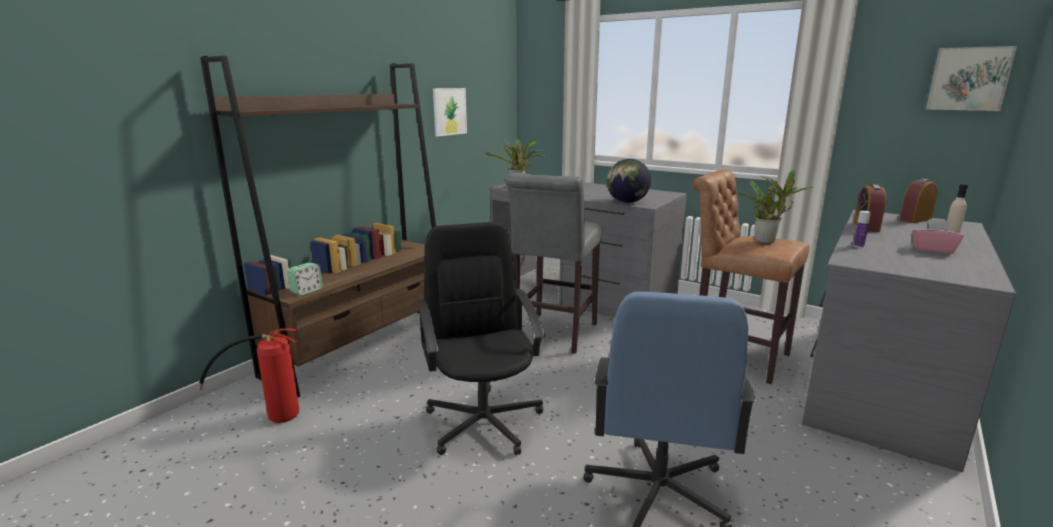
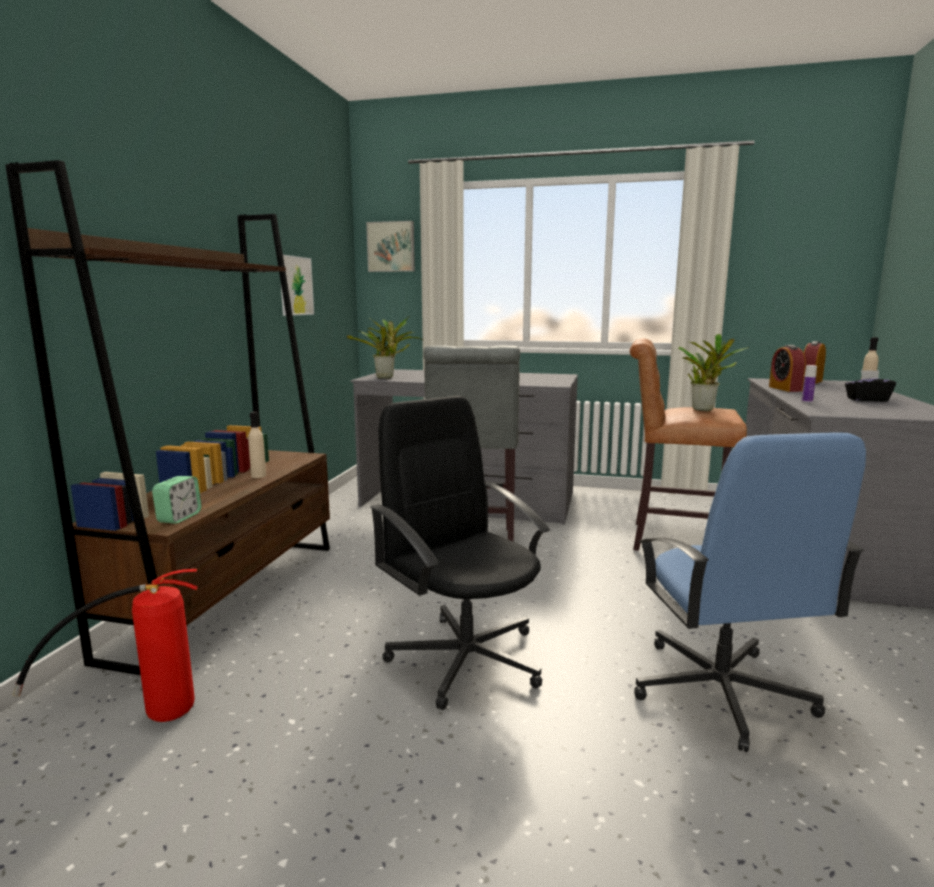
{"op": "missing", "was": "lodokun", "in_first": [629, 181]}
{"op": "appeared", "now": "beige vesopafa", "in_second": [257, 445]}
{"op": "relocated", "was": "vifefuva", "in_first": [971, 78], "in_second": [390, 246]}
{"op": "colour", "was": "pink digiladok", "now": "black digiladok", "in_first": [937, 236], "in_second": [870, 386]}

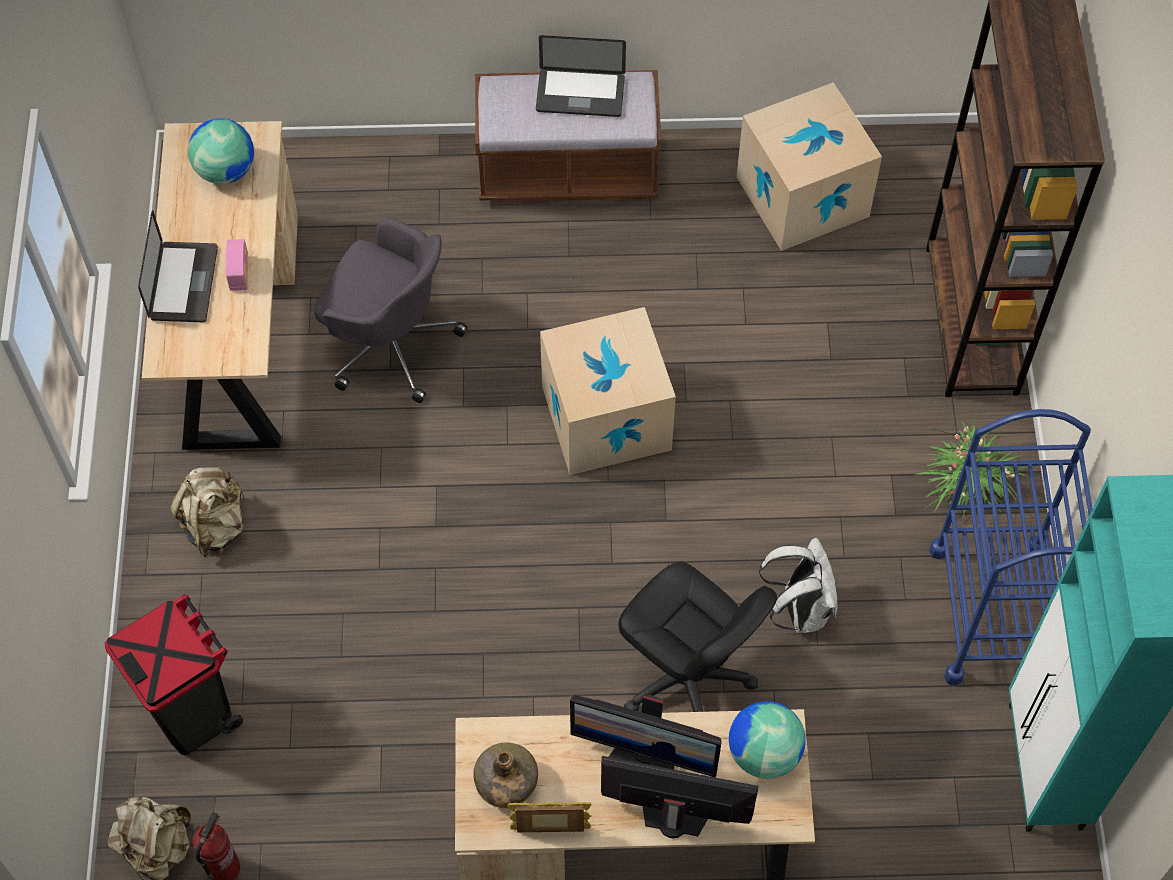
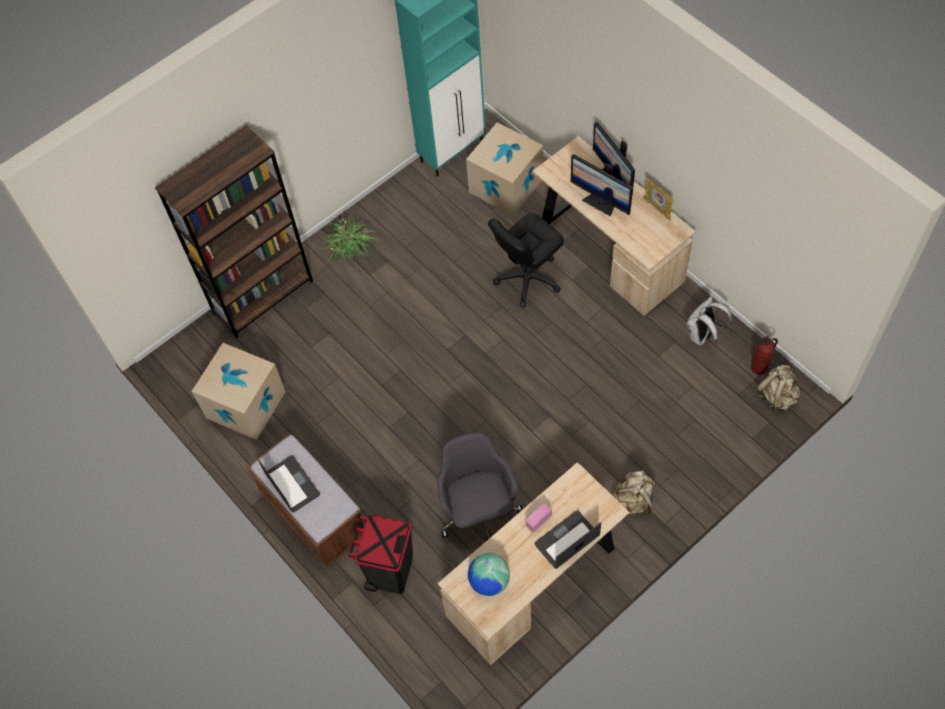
{"op": "missing", "was": "green vesopafa", "in_first": [505, 775]}
{"op": "missing", "was": "lodokun", "in_first": [767, 740]}
{"op": "missing", "was": "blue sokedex", "in_first": [1010, 547]}
{"op": "relocated", "was": "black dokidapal", "in_first": [173, 674], "in_second": [380, 554]}
{"op": "relocated", "was": "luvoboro", "in_first": [608, 391], "in_second": [504, 169]}
{"op": "relocated", "was": "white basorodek", "in_first": [798, 585], "in_second": [709, 322]}
{"op": "spun", "was": "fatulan", "in_first": [646, 736], "in_second": [602, 185], "clockwise": 150}
{"op": "spun", "was": "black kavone", "in_first": [697, 636], "in_second": [526, 260], "clockwise": -135}

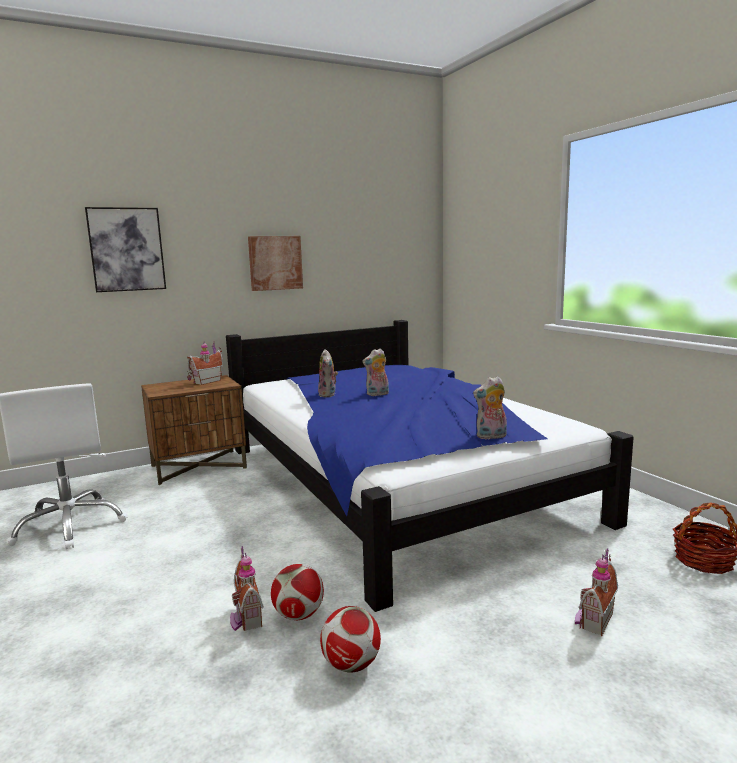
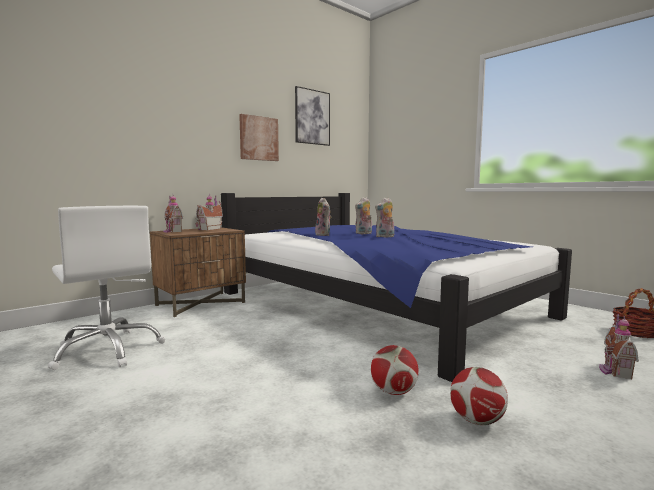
{"op": "relocated", "was": "vifefuva", "in_first": [125, 249], "in_second": [312, 116]}
{"op": "relocated", "was": "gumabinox", "in_first": [247, 588], "in_second": [173, 214]}
{"op": "relocated", "was": "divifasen", "in_first": [490, 408], "in_second": [384, 217]}

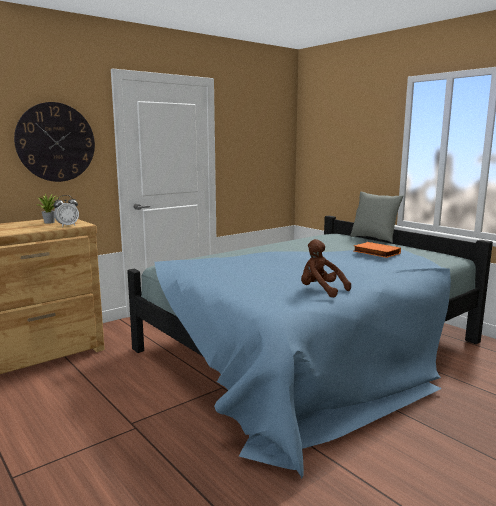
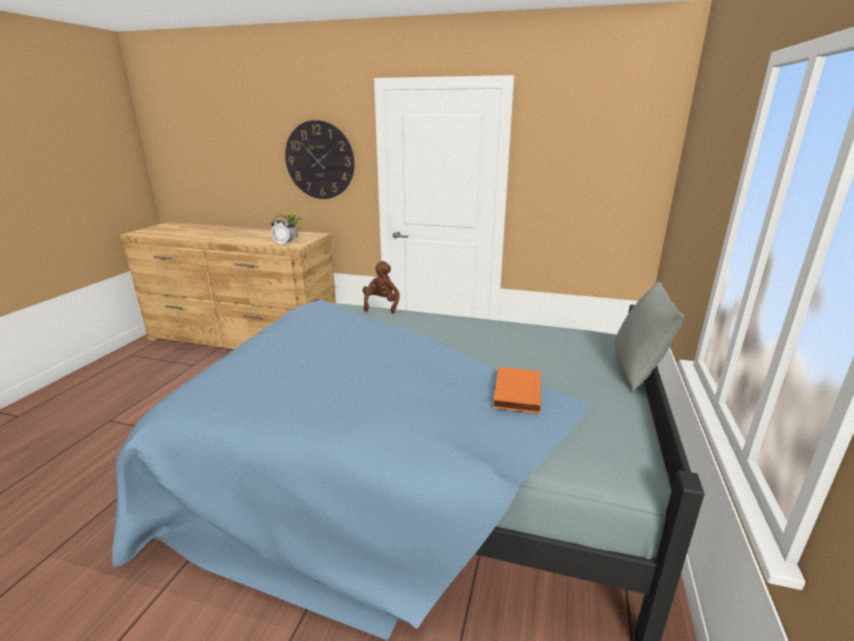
{"op": "relocated", "was": "brown divifasen", "in_first": [326, 268], "in_second": [381, 287]}

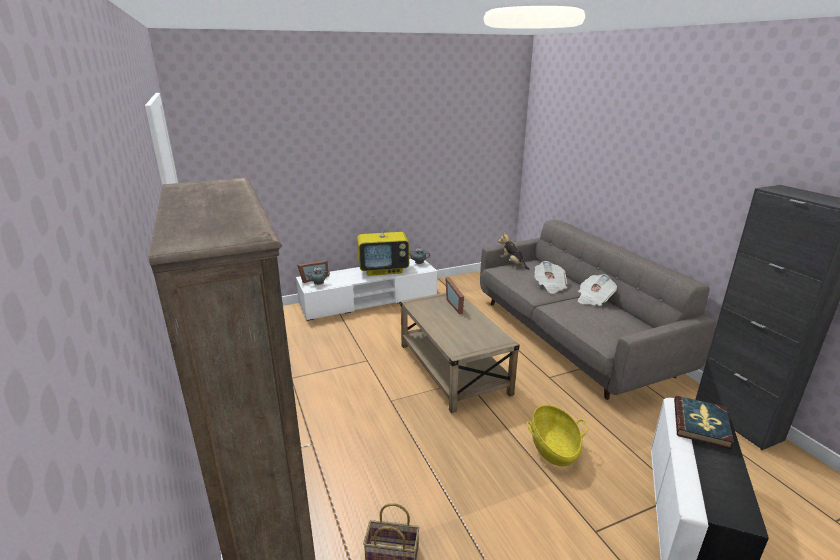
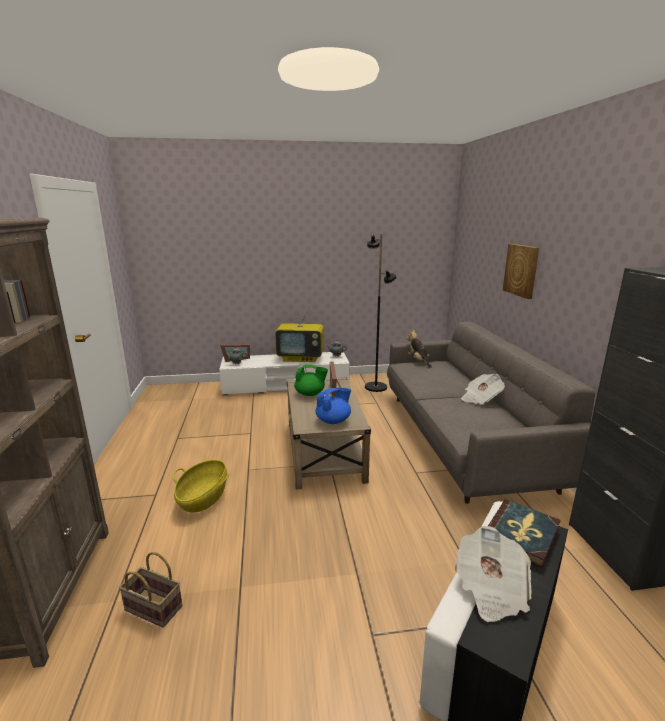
{"op": "appeared", "now": "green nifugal", "in_second": [311, 380]}
{"op": "appeared", "now": "blue nifugal", "in_second": [333, 406]}
{"op": "appeared", "now": "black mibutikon", "in_second": [381, 313]}
{"op": "appeared", "now": "vifefuva", "in_second": [521, 271]}
{"op": "relocated", "was": "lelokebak", "in_first": [557, 435], "in_second": [201, 485]}
{"op": "relocated", "was": "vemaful", "in_first": [550, 277], "in_second": [493, 574]}

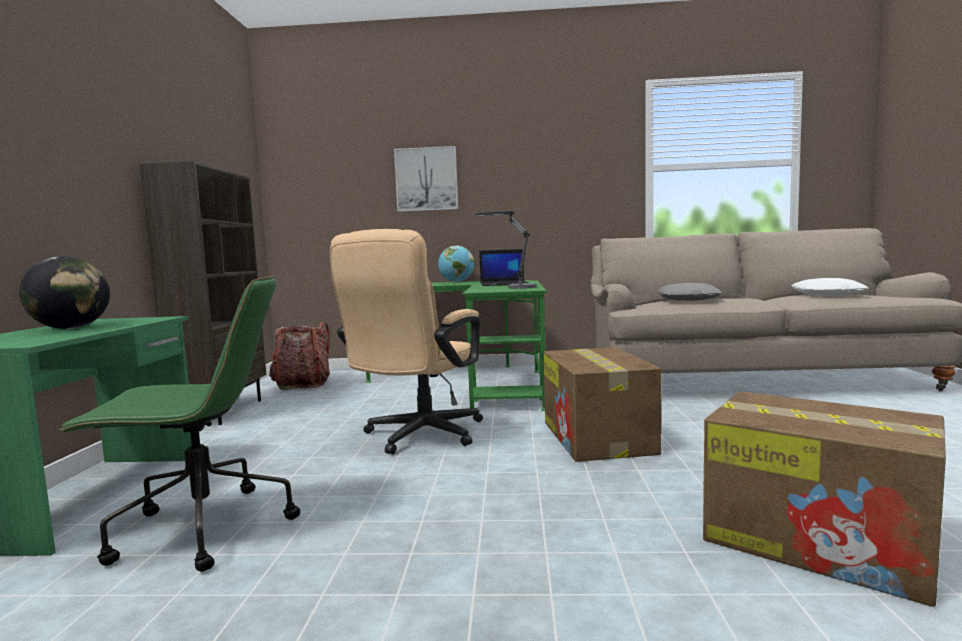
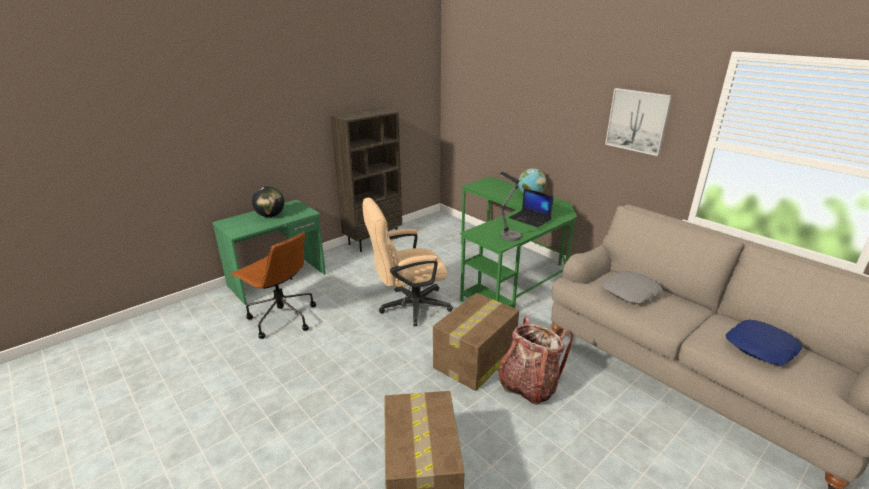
{"op": "relocated", "was": "basorodek", "in_first": [299, 356], "in_second": [535, 360]}
{"op": "relocated", "was": "vifefuva", "in_first": [426, 179], "in_second": [639, 122]}
{"op": "colour", "was": "green kavone", "now": "brown kavone", "in_first": [179, 424], "in_second": [273, 285]}
{"op": "colour", "was": "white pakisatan", "now": "blue pakisatan", "in_first": [830, 287], "in_second": [764, 342]}

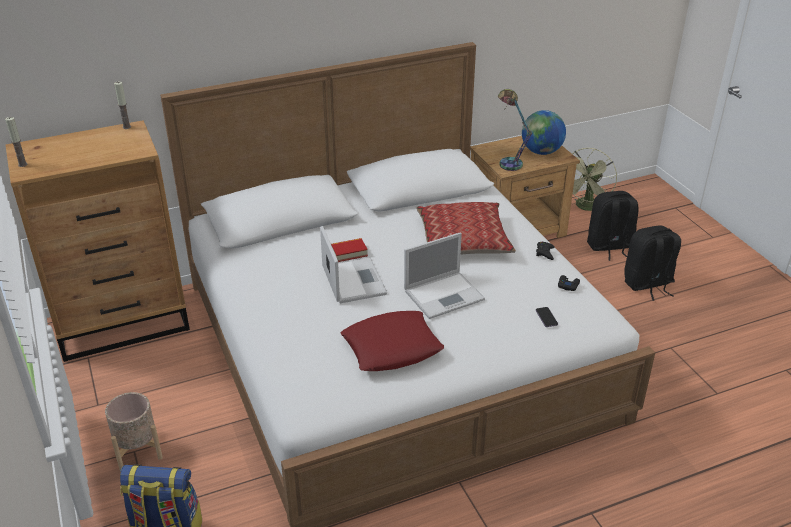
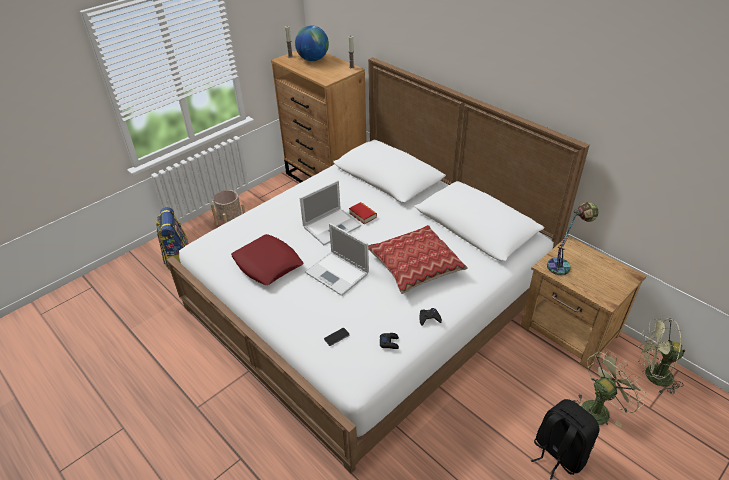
{"op": "relocated", "was": "lodokun", "in_first": [544, 132], "in_second": [312, 43]}
{"op": "exchanged", "was": "black basorodek", "now": "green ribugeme", "in_first": [612, 226], "in_second": [609, 389]}

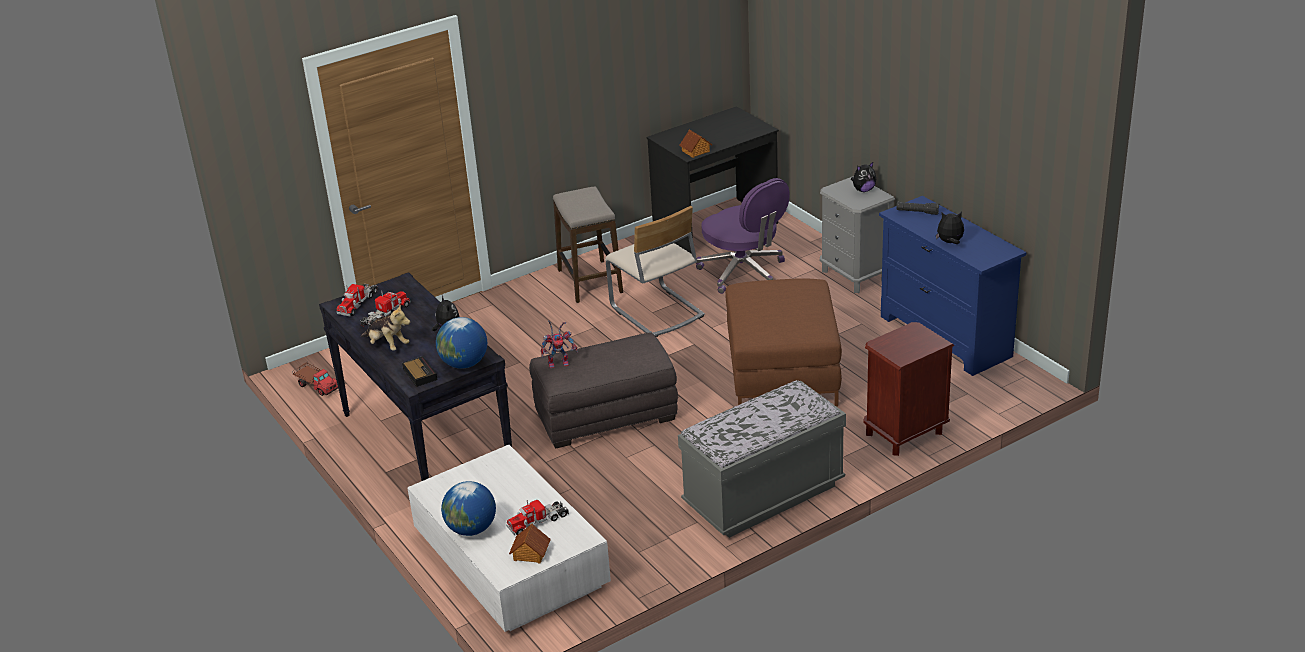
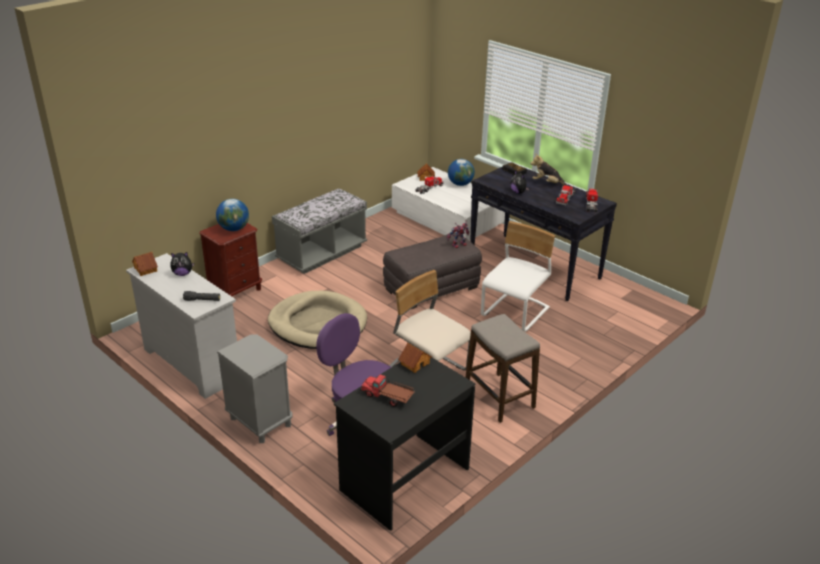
{"op": "missing", "was": "divifasen", "in_first": [863, 177]}
{"op": "appeared", "now": "gumabinox", "in_second": [145, 264]}
{"op": "appeared", "now": "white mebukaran", "in_second": [518, 276]}
{"op": "relocated", "was": "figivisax", "in_first": [315, 379], "in_second": [387, 391]}
{"op": "relocated", "was": "lodokun", "in_first": [461, 343], "in_second": [232, 215]}
{"op": "exchanged", "was": "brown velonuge", "now": "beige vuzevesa", "in_first": [783, 342], "in_second": [317, 320]}
{"op": "colour", "was": "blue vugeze", "now": "white vugeze", "in_first": [952, 286], "in_second": [181, 326]}

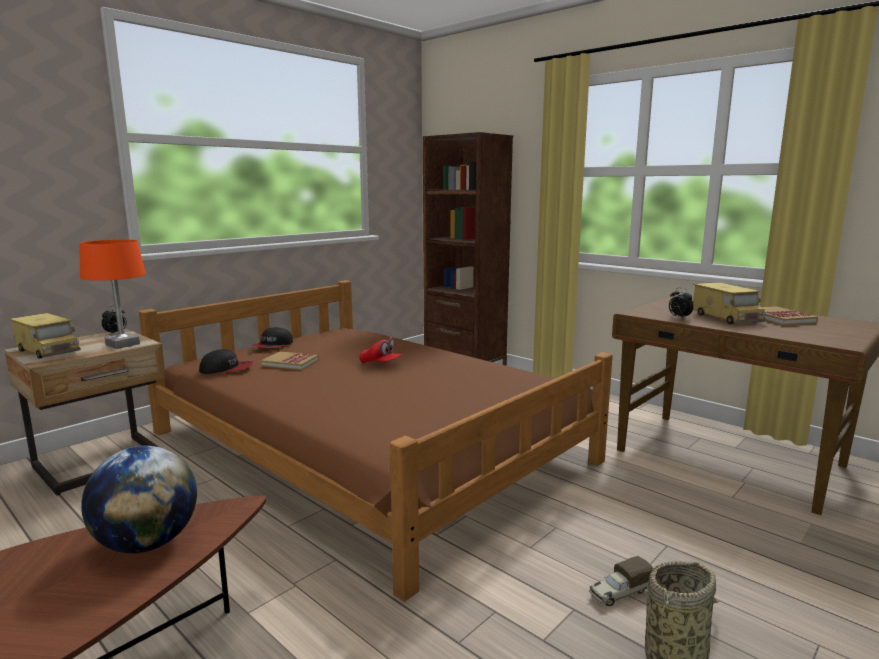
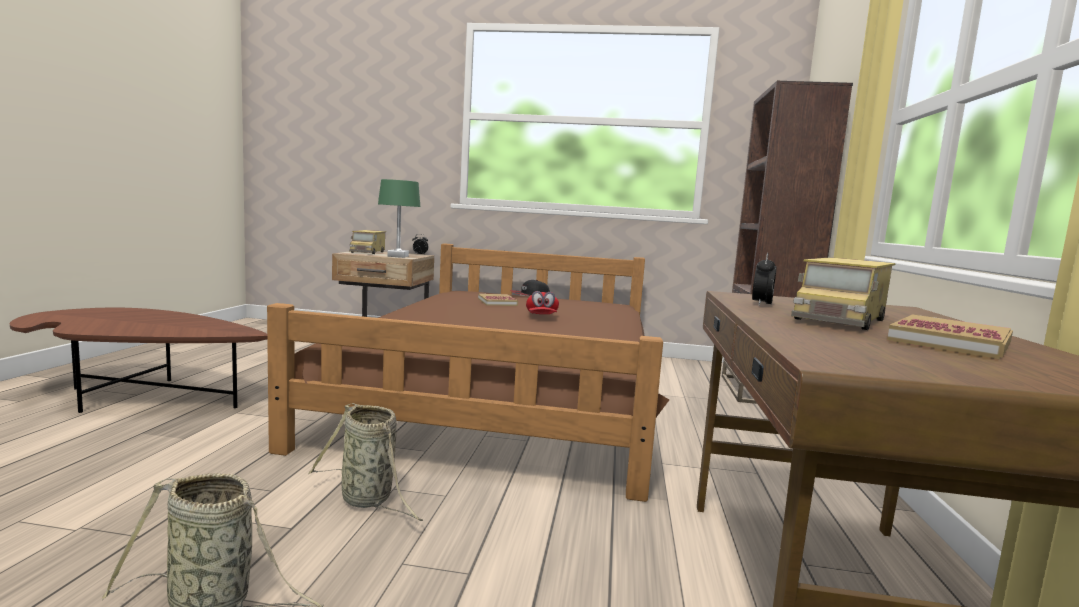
{"op": "missing", "was": "lodokun", "in_first": [139, 499]}
{"op": "missing", "was": "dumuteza", "in_first": [226, 361]}
{"op": "missing", "was": "figivisax", "in_first": [621, 581]}
{"op": "appeared", "now": "lelokebak", "in_second": [365, 462]}
{"op": "colour", "was": "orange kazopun", "now": "green kazopun", "in_first": [112, 294], "in_second": [399, 218]}

